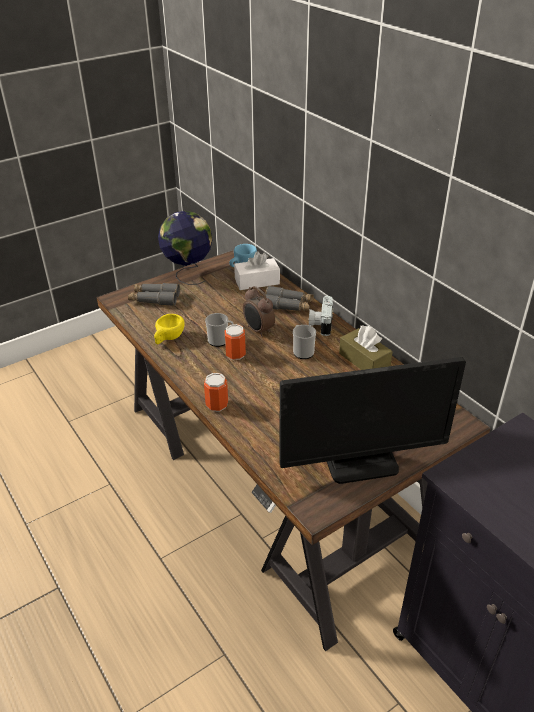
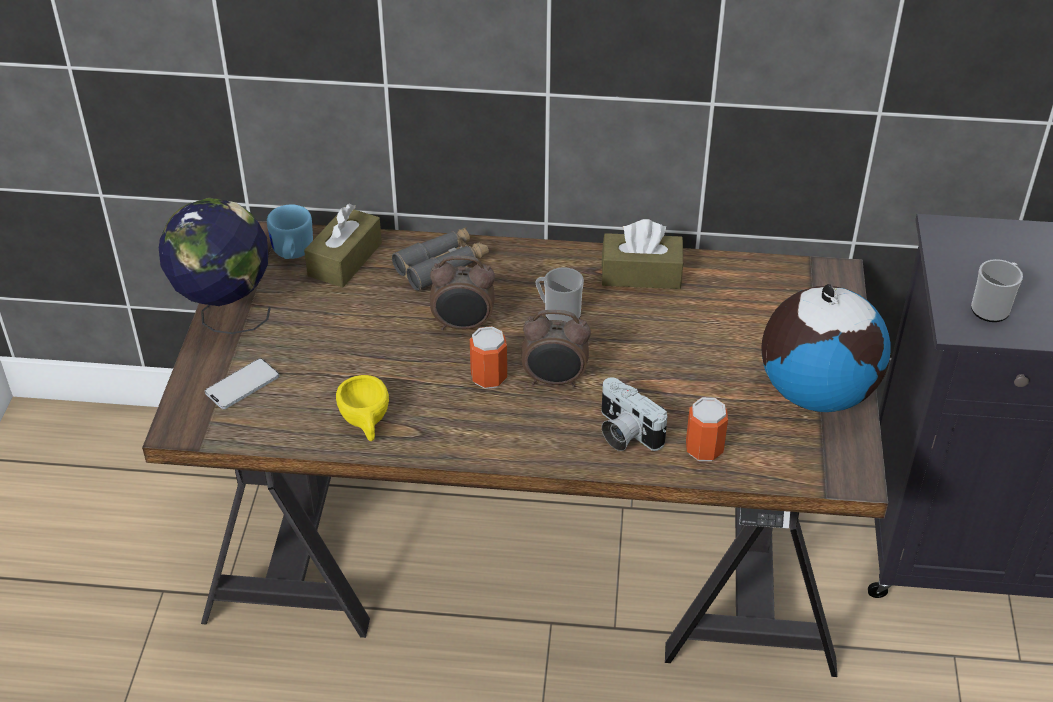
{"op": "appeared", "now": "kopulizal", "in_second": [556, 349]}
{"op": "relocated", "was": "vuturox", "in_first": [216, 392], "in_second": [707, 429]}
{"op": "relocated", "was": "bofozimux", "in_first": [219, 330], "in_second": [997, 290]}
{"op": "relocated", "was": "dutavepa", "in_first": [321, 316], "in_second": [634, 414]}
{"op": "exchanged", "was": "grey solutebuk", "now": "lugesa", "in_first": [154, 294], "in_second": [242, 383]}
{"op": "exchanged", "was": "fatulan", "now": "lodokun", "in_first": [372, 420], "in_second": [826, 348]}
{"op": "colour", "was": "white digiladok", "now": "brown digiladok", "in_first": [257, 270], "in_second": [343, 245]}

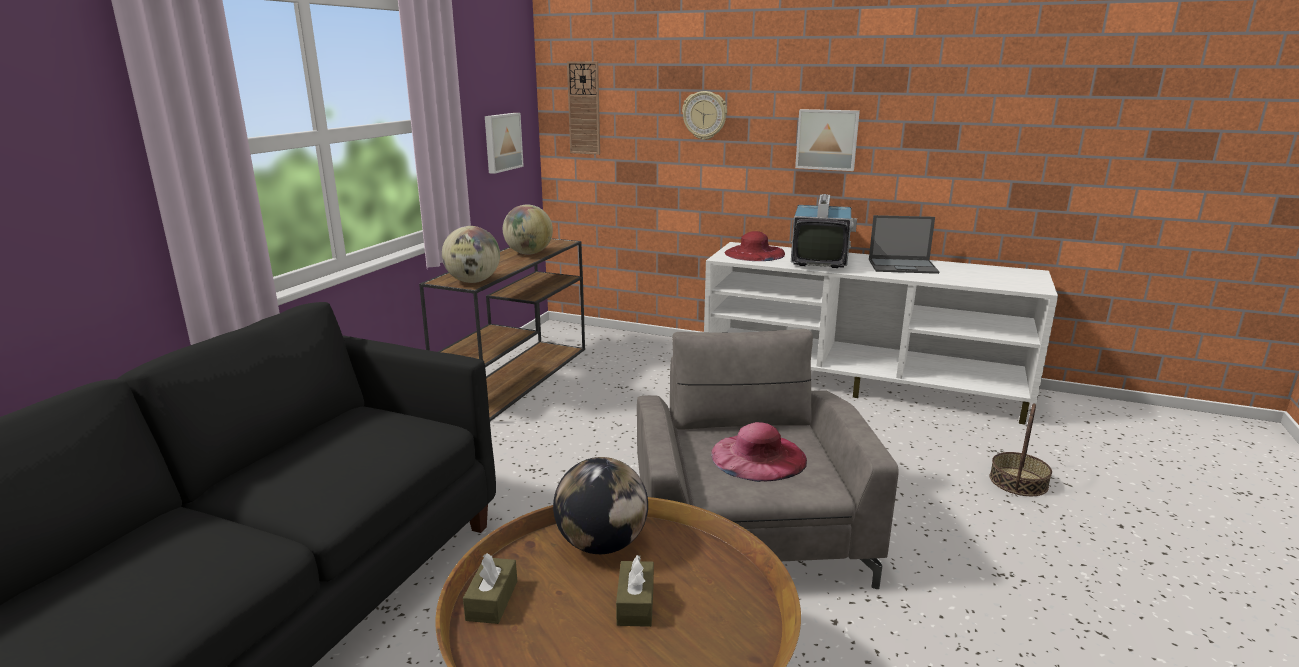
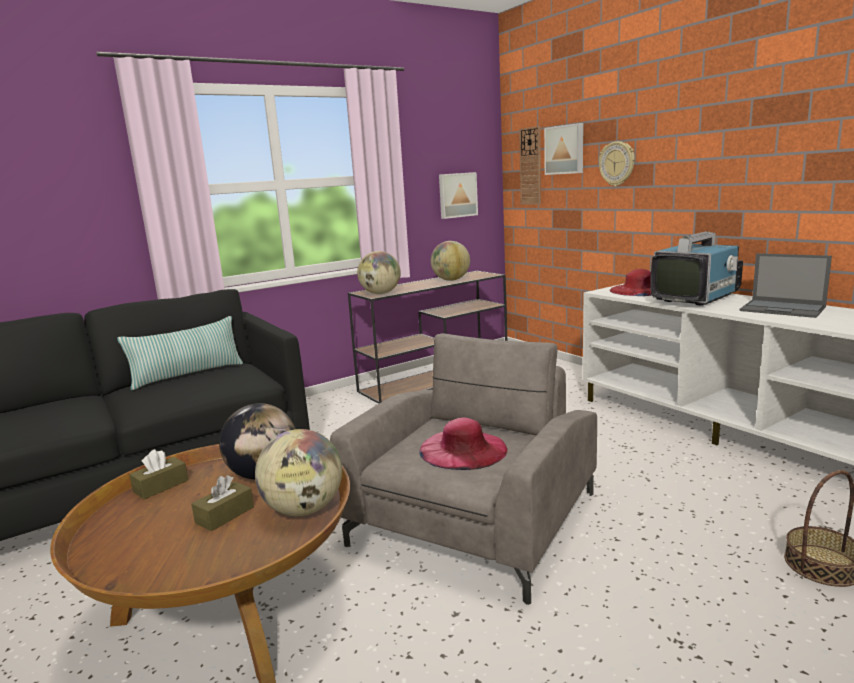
{"op": "appeared", "now": "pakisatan", "in_second": [180, 353]}
{"op": "appeared", "now": "lodokun", "in_second": [298, 472]}
{"op": "relocated", "was": "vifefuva", "in_first": [827, 140], "in_second": [563, 149]}

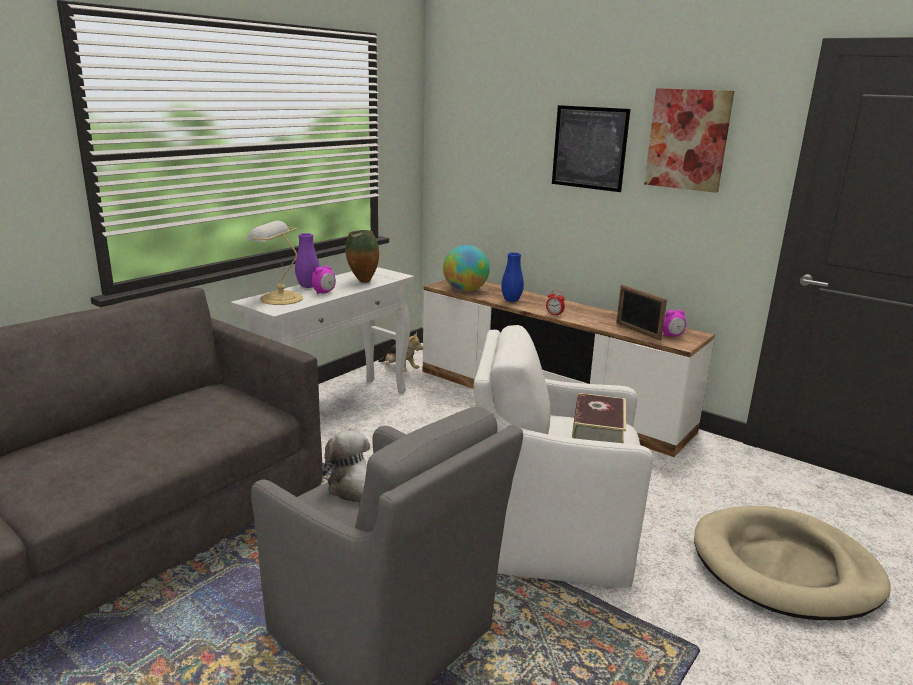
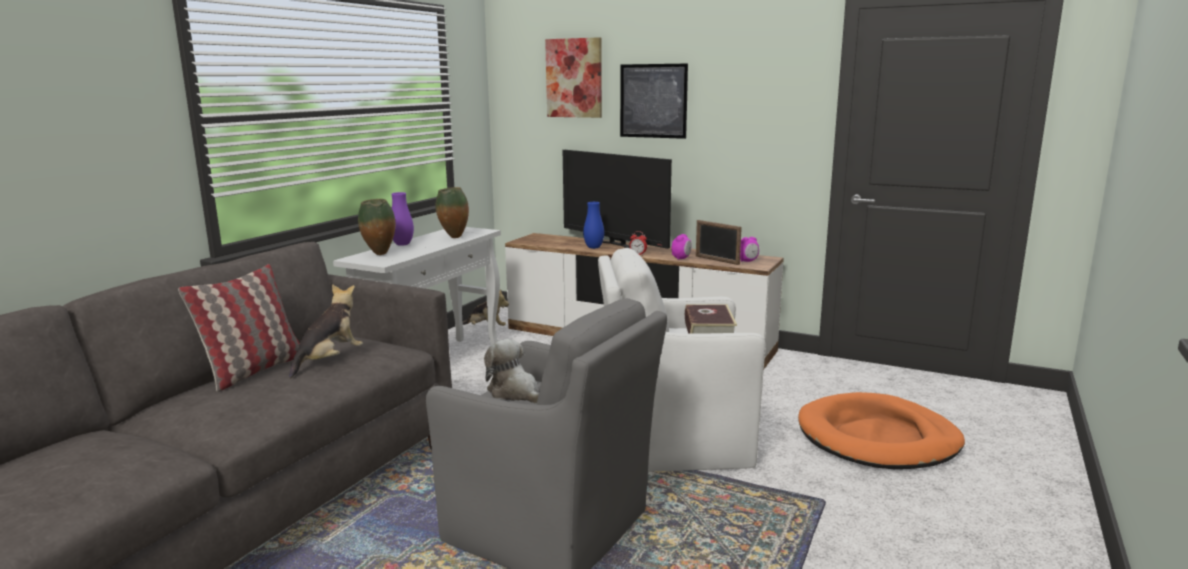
{"op": "missing", "was": "lodokun", "in_first": [466, 268]}
{"op": "appeared", "now": "pakisatan", "in_second": [239, 328]}
{"op": "appeared", "now": "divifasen", "in_second": [326, 331]}
{"op": "appeared", "now": "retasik", "in_second": [617, 199]}
{"op": "relocated", "was": "kopulizal", "in_first": [324, 280], "in_second": [682, 247]}
{"op": "relocated", "was": "vifefuva", "in_first": [689, 140], "in_second": [573, 77]}
{"op": "exchanged", "was": "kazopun", "now": "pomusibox", "in_first": [274, 263], "in_second": [376, 227]}
{"op": "colour", "was": "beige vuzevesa", "now": "orange vuzevesa", "in_first": [792, 563], "in_second": [881, 430]}

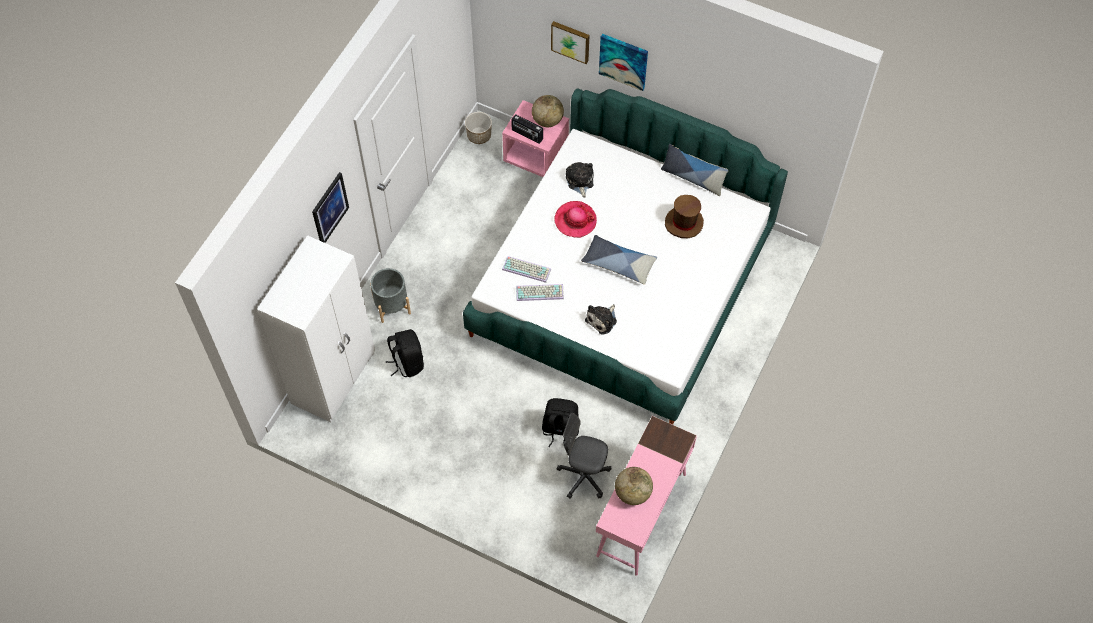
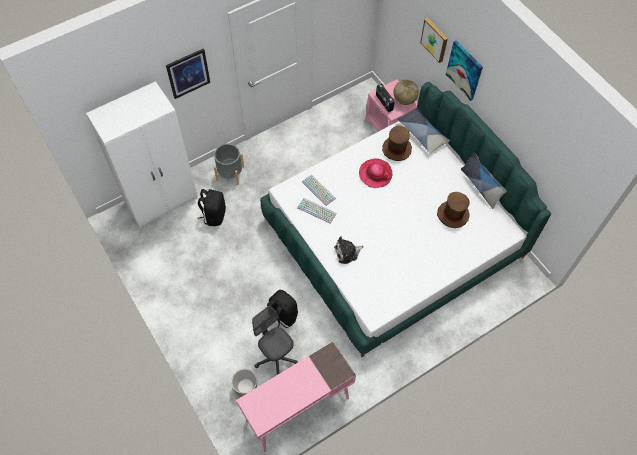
{"op": "missing", "was": "lodokun", "in_first": [634, 486]}
{"op": "relocated", "was": "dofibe", "in_first": [478, 128], "in_second": [244, 383]}
{"op": "relocated", "was": "pakisatan", "in_first": [619, 260], "in_second": [423, 131]}
{"op": "exchanged", "was": "divifasen", "now": "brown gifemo", "in_first": [580, 180], "in_second": [397, 143]}

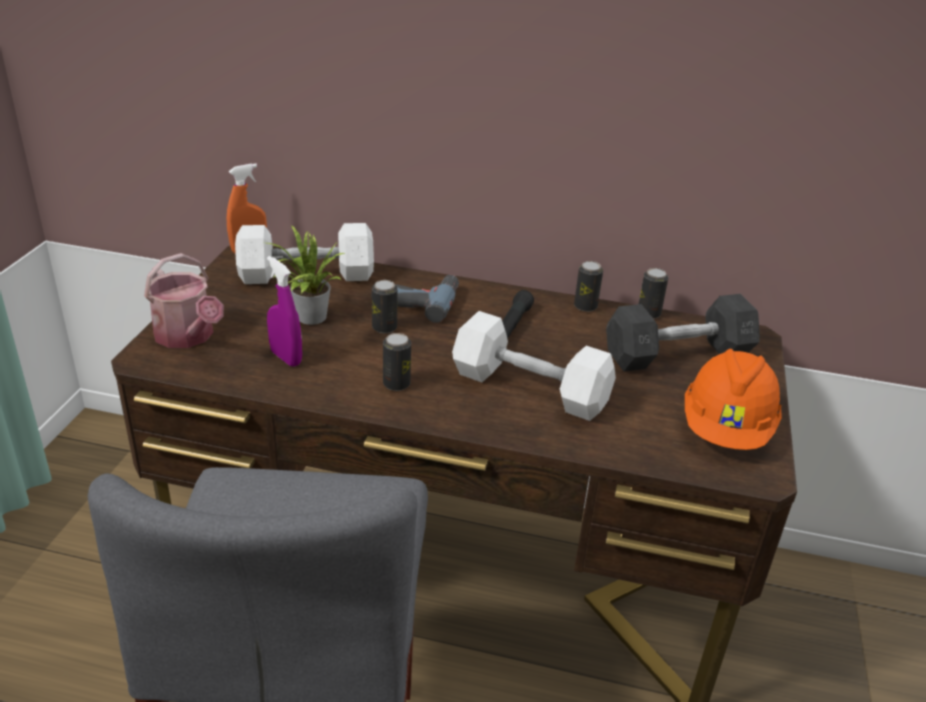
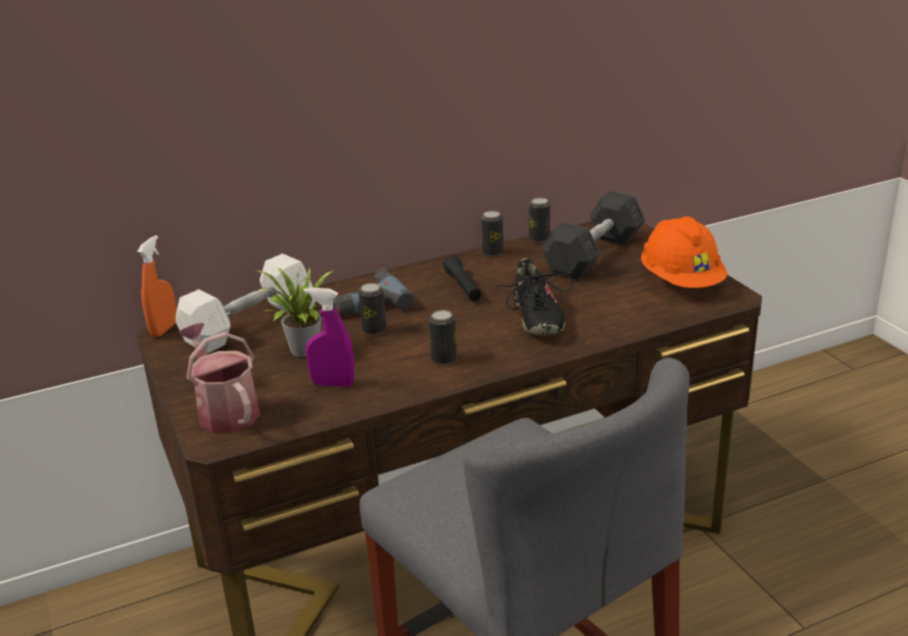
{"op": "exchanged", "was": "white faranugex", "now": "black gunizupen", "in_first": [534, 366], "in_second": [534, 297]}
{"op": "spun", "was": "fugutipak", "in_first": [184, 300], "in_second": [219, 378], "clockwise": -135}

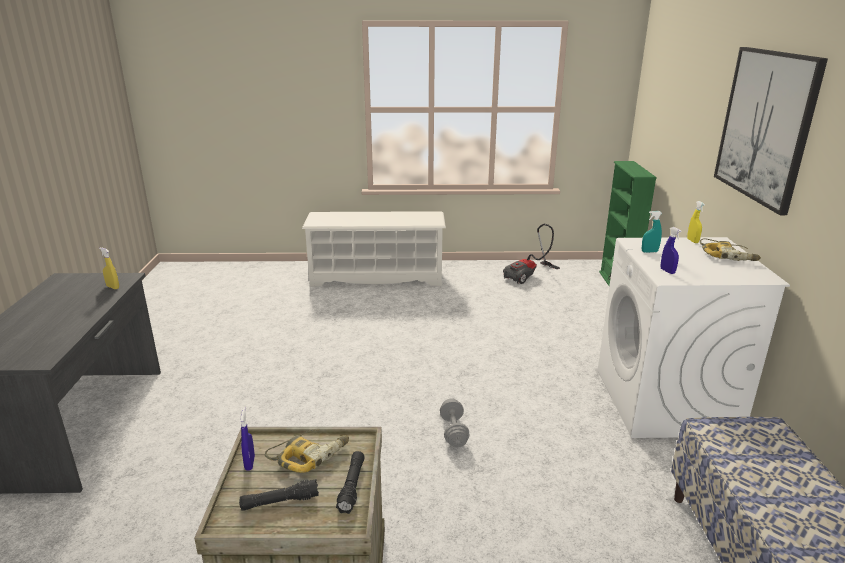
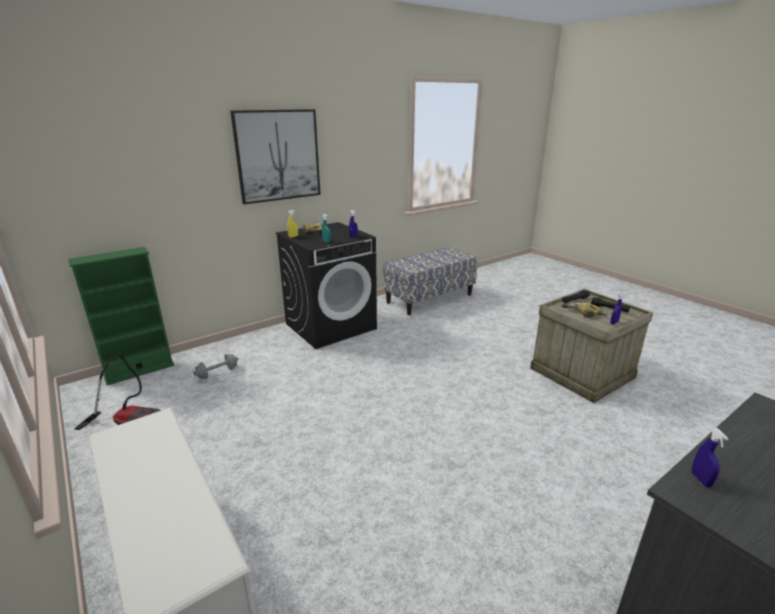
{"op": "relocated", "was": "grey faranugex", "in_first": [455, 423], "in_second": [215, 366]}
{"op": "colour", "was": "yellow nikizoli", "now": "blue nikizoli", "in_first": [109, 268], "in_second": [710, 457]}
{"op": "colour", "was": "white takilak", "now": "black takilak", "in_first": [694, 337], "in_second": [326, 285]}

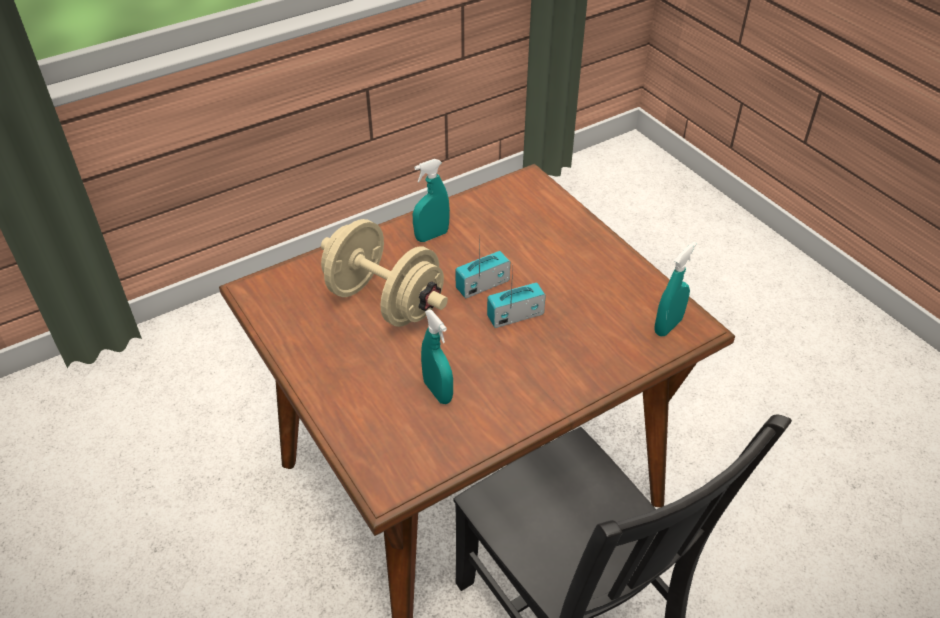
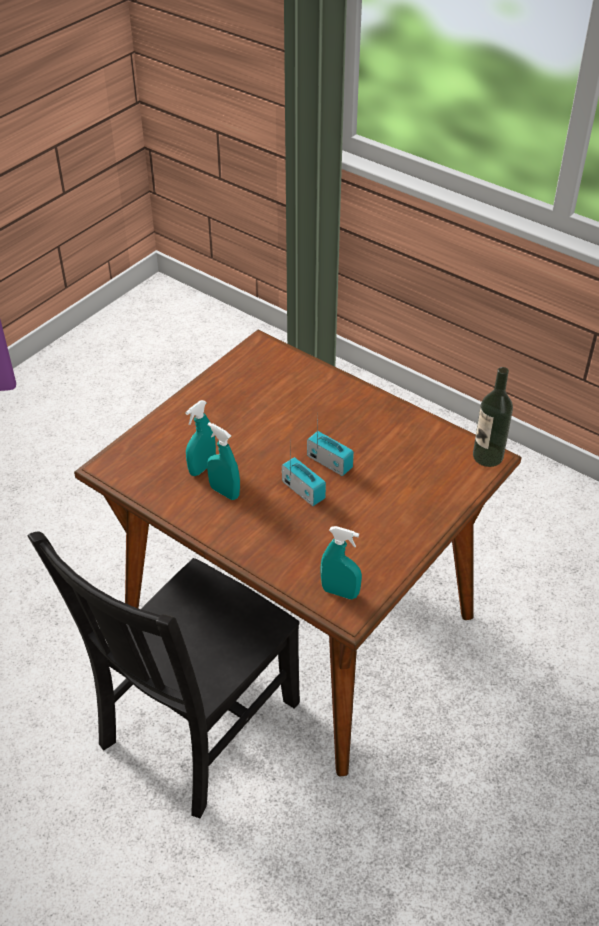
{"op": "missing", "was": "beige faranugex", "in_first": [384, 273]}
{"op": "appeared", "now": "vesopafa", "in_second": [493, 417]}
{"op": "relocated", "was": "turquoise nikizoli", "in_first": [431, 200], "in_second": [223, 461]}

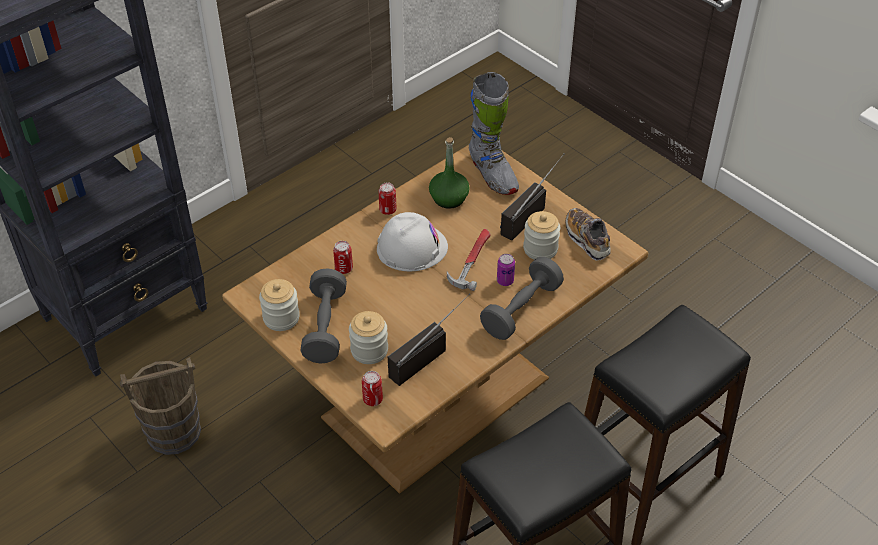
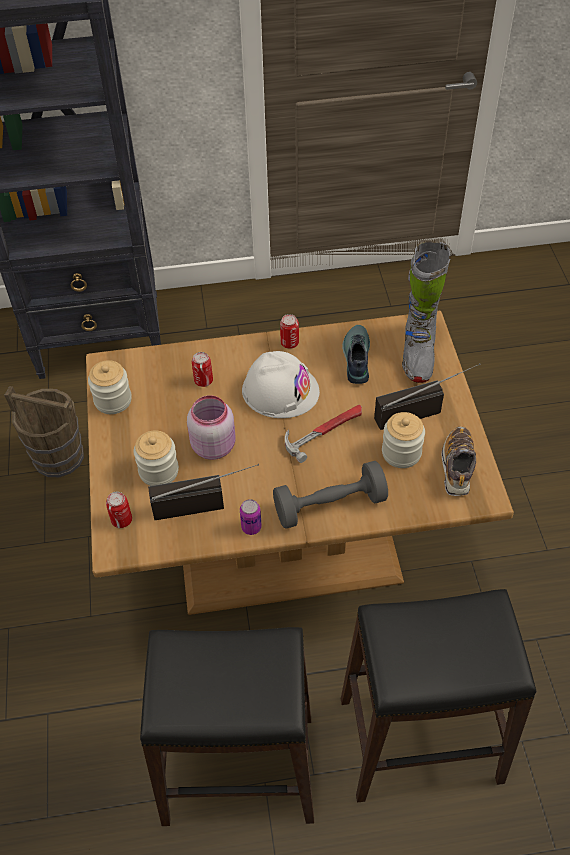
{"op": "missing", "was": "grey faranugex", "in_first": [323, 315]}
{"op": "appeared", "now": "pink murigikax", "in_second": [211, 427]}
{"op": "relocated", "was": "vuturox", "in_first": [506, 270], "in_second": [251, 517]}
{"op": "exchanged", "was": "green vesopafa", "now": "gunizupen", "in_first": [449, 173], "in_second": [356, 354]}

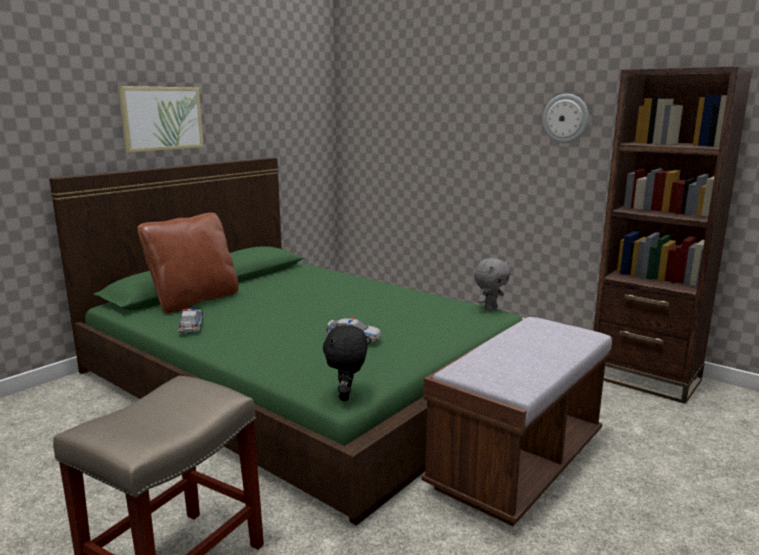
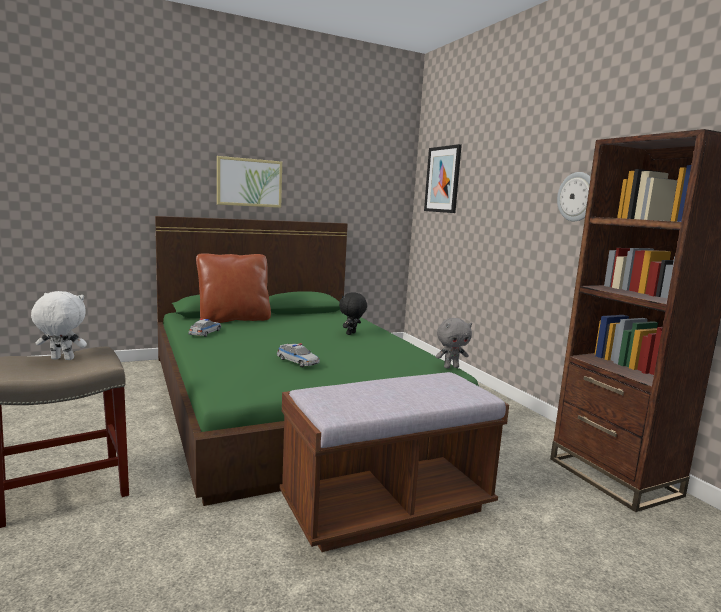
{"op": "appeared", "now": "white divifasen", "in_second": [59, 325]}
{"op": "appeared", "now": "vifefuva", "in_second": [443, 178]}
{"op": "relocated", "was": "black divifasen", "in_first": [345, 362], "in_second": [353, 313]}

